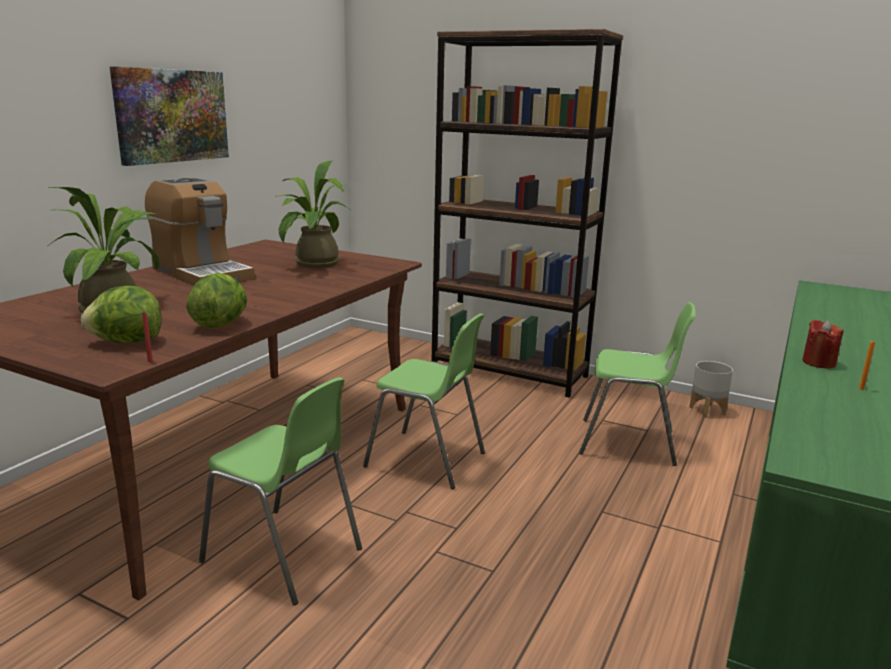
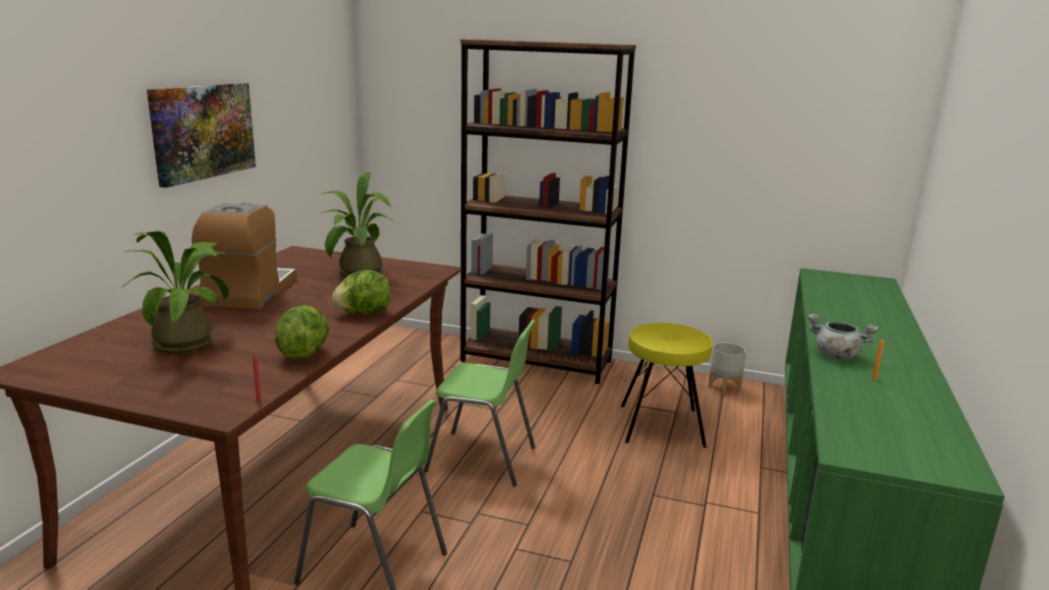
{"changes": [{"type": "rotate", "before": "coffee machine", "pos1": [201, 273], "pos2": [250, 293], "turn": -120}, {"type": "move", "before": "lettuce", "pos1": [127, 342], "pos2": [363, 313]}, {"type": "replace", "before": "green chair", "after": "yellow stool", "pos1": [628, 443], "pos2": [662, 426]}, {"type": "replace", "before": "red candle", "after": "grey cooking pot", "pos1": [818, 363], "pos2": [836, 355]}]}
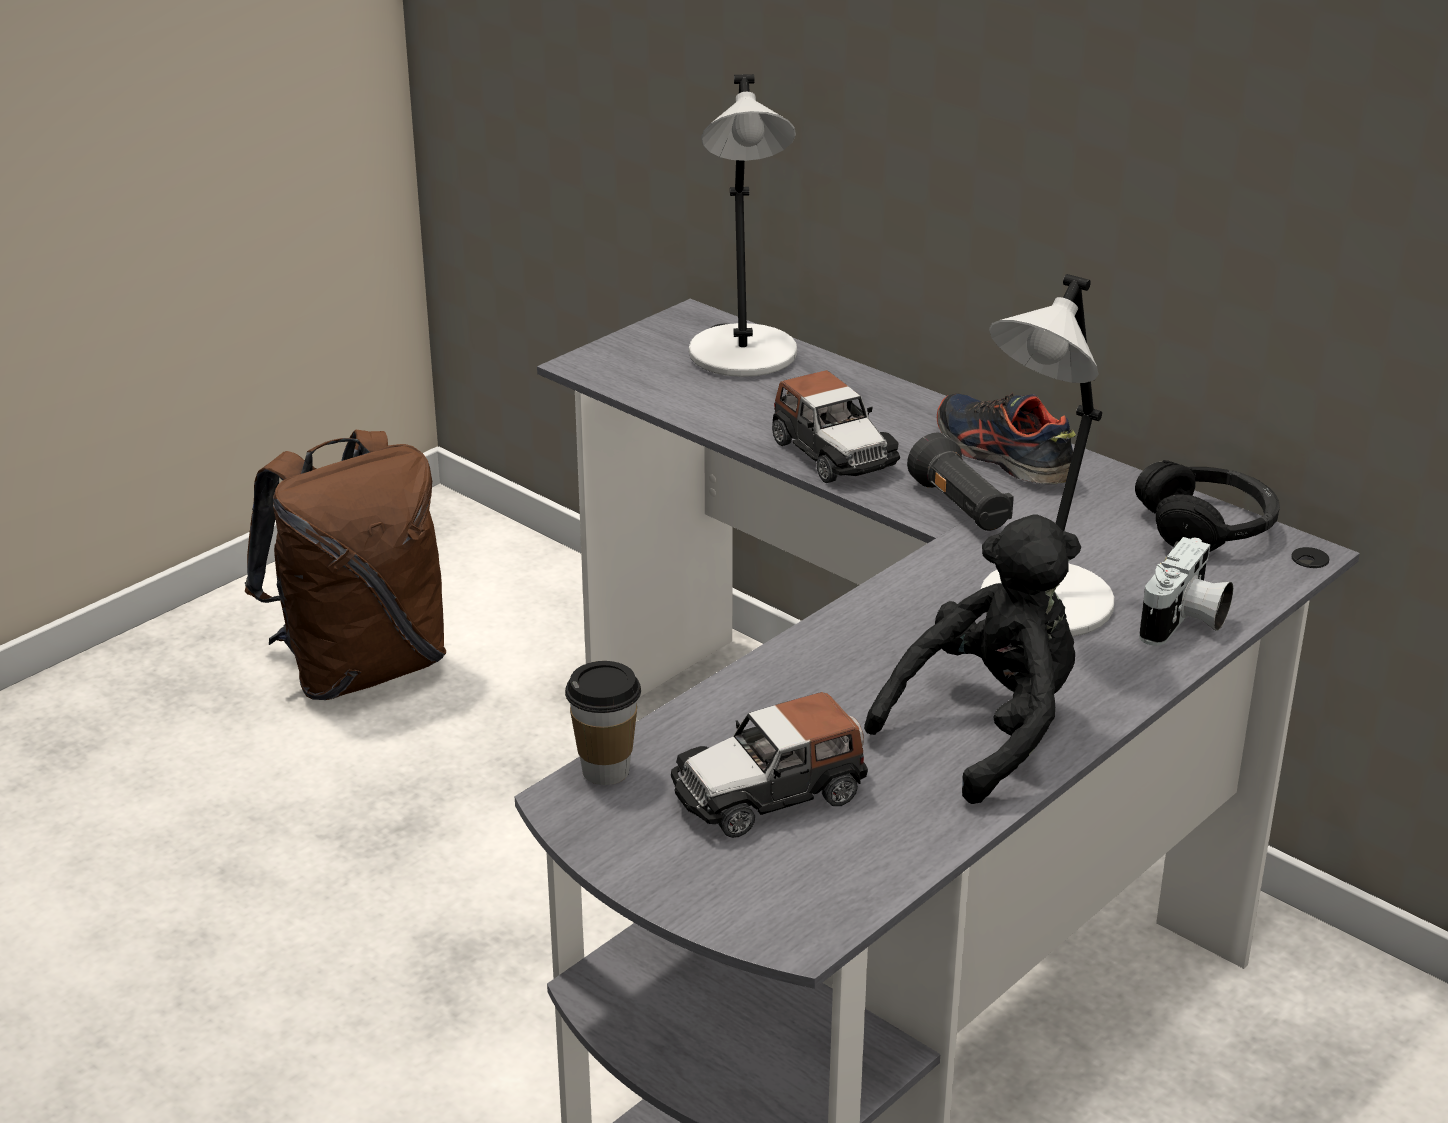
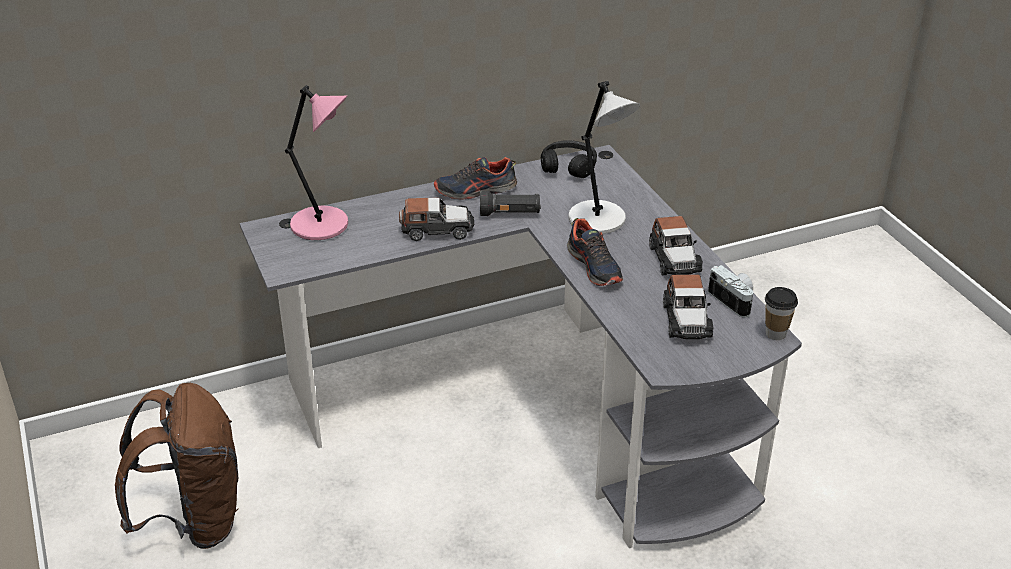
{"changes": [{"type": "recolor", "before": "grey table lamp", "after": "pink table lamp", "pos1": [744, 356], "pos2": [323, 225]}, {"type": "insert", "after": "shoe", "pos2": [595, 266]}, {"type": "replace", "before": "black plush toy", "after": "toy car", "pos1": [988, 729], "pos2": [674, 259]}, {"type": "move", "before": "photo camera", "pos1": [1185, 622], "pos2": [734, 300]}, {"type": "move", "before": "cup", "pos1": [606, 770], "pos2": [775, 333]}]}
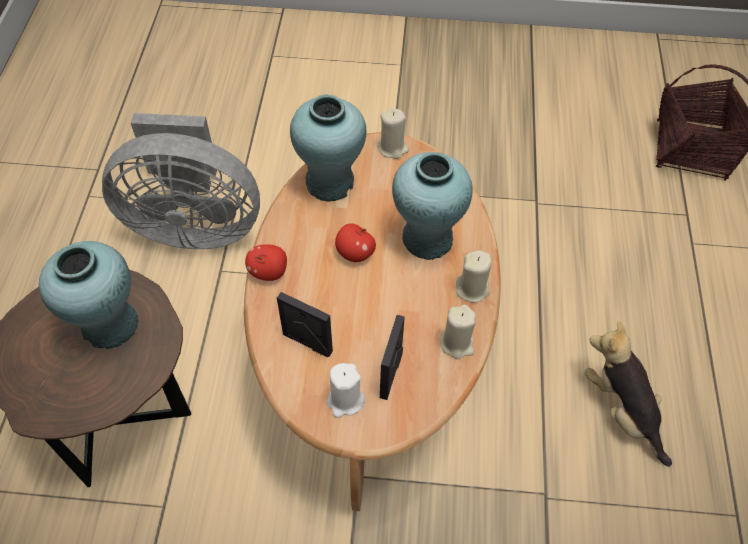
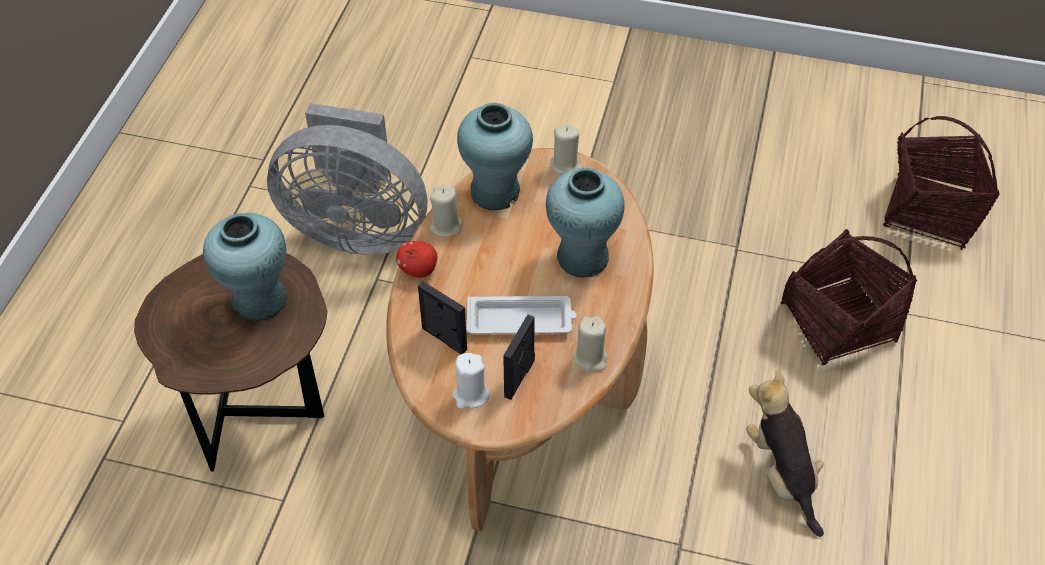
{"changes": [{"type": "move", "before": "beige candle", "pos1": [472, 289], "pos2": [446, 226]}, {"type": "insert", "after": "white tray", "pos2": [521, 320]}, {"type": "insert", "after": "basket", "pos2": [838, 323]}, {"type": "delete", "before": "apple", "pos1": [355, 253]}]}
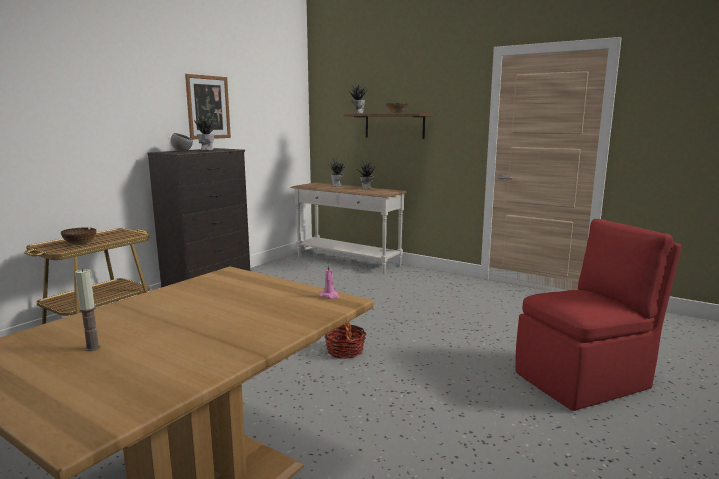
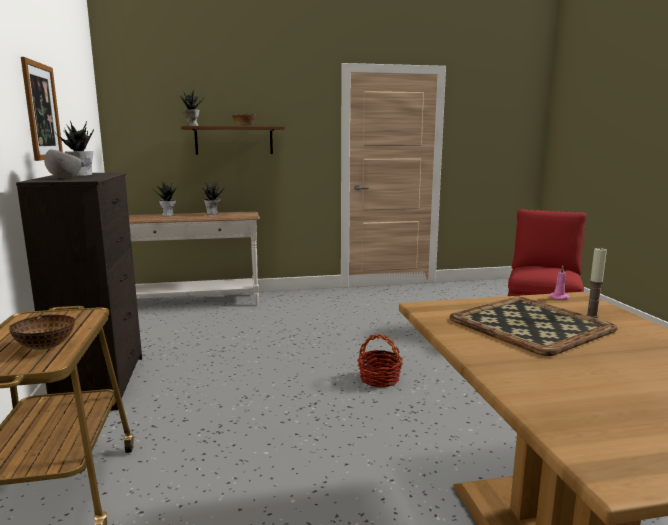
{"changes": [{"type": "insert", "after": "tray", "pos2": [530, 324]}, {"type": "move", "before": "candle", "pos1": [92, 348], "pos2": [592, 315]}]}
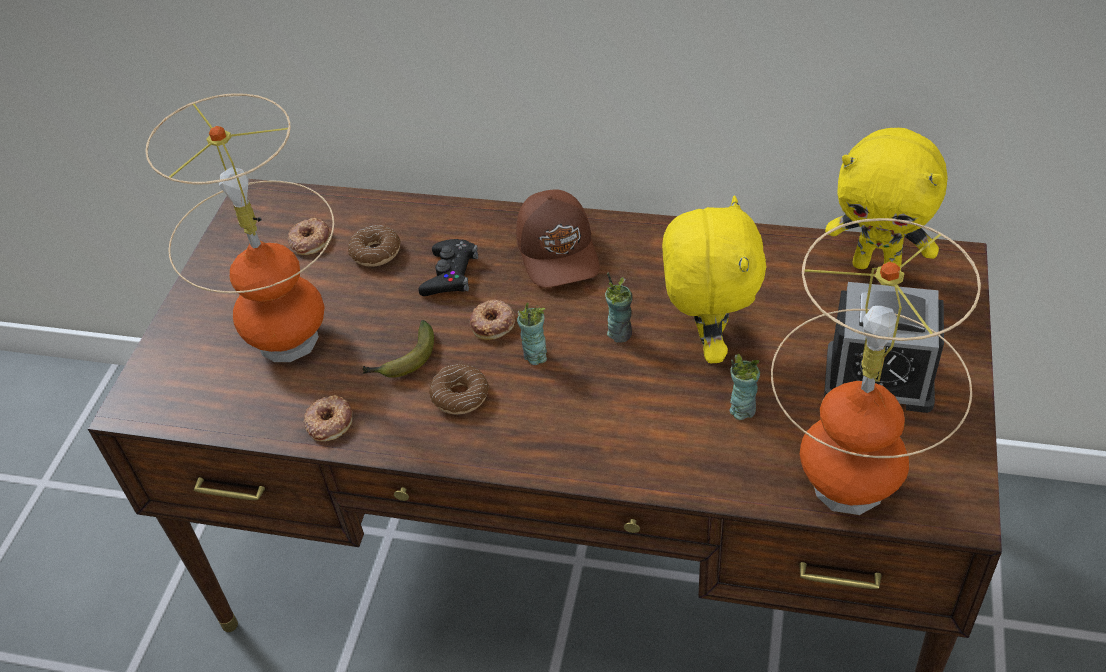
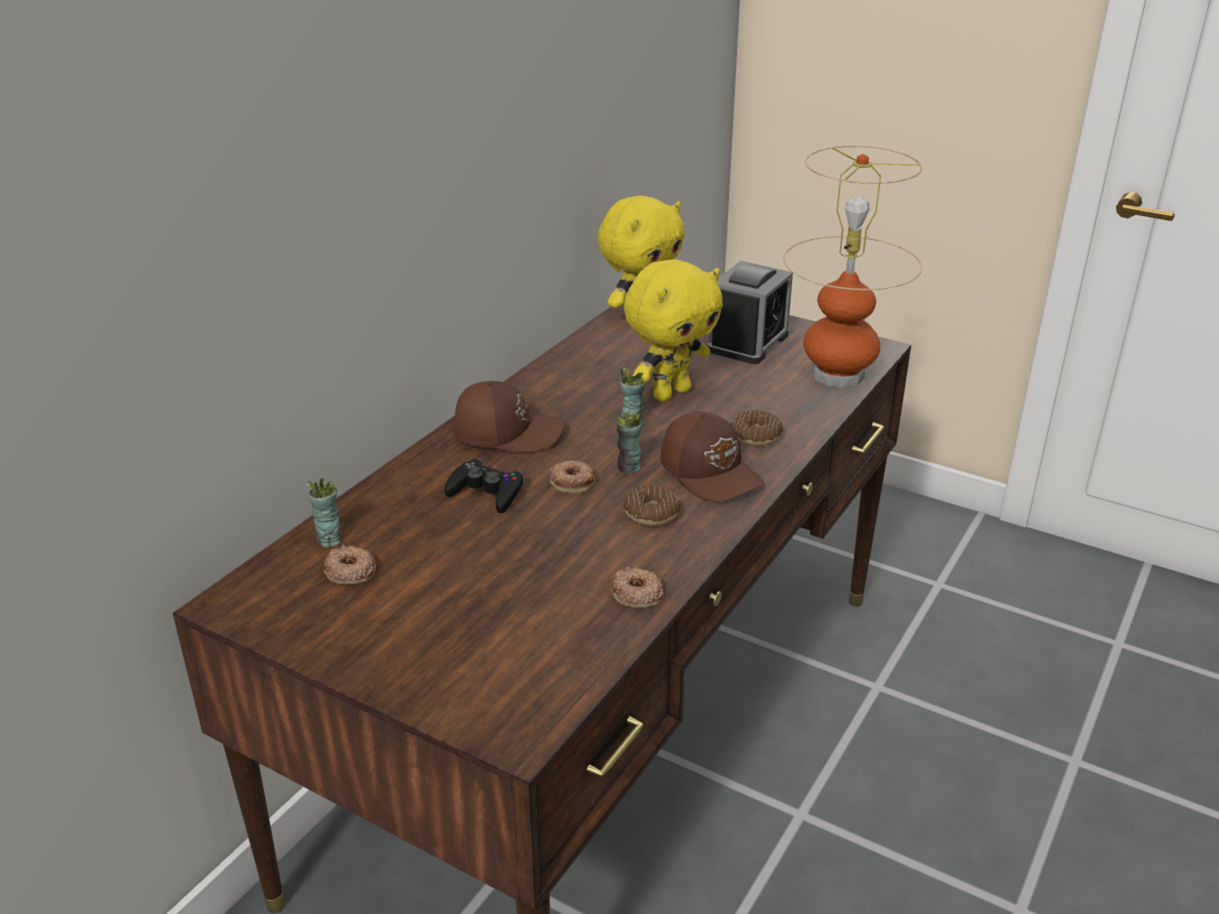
{"changes": [{"type": "move", "before": "cup", "pos1": [742, 409], "pos2": [329, 539]}, {"type": "rotate", "before": "yellow plush toy", "pos1": [707, 343], "pos2": [670, 393], "turn": 120}, {"type": "insert", "after": "brown cap", "pos2": [711, 472]}, {"type": "move", "before": "donut", "pos1": [376, 252], "pos2": [756, 436]}, {"type": "delete", "before": "table lamp", "pos1": [289, 340]}, {"type": "delete", "before": "banana", "pos1": [403, 361]}]}
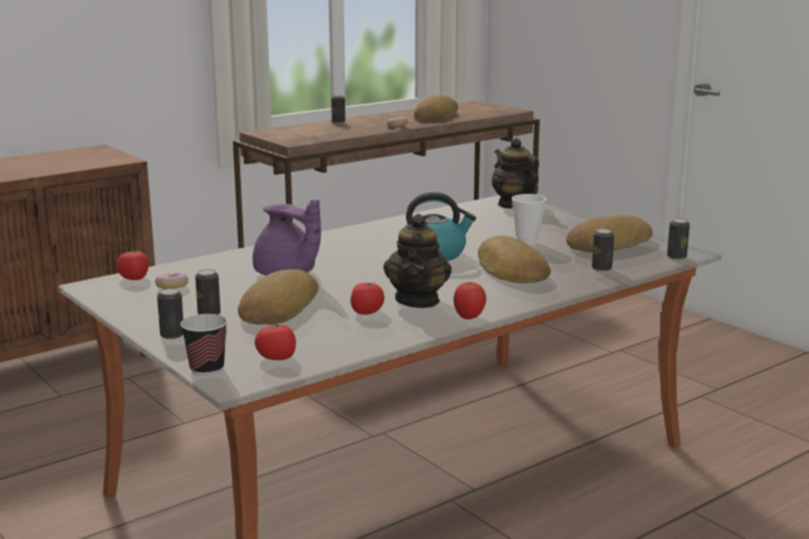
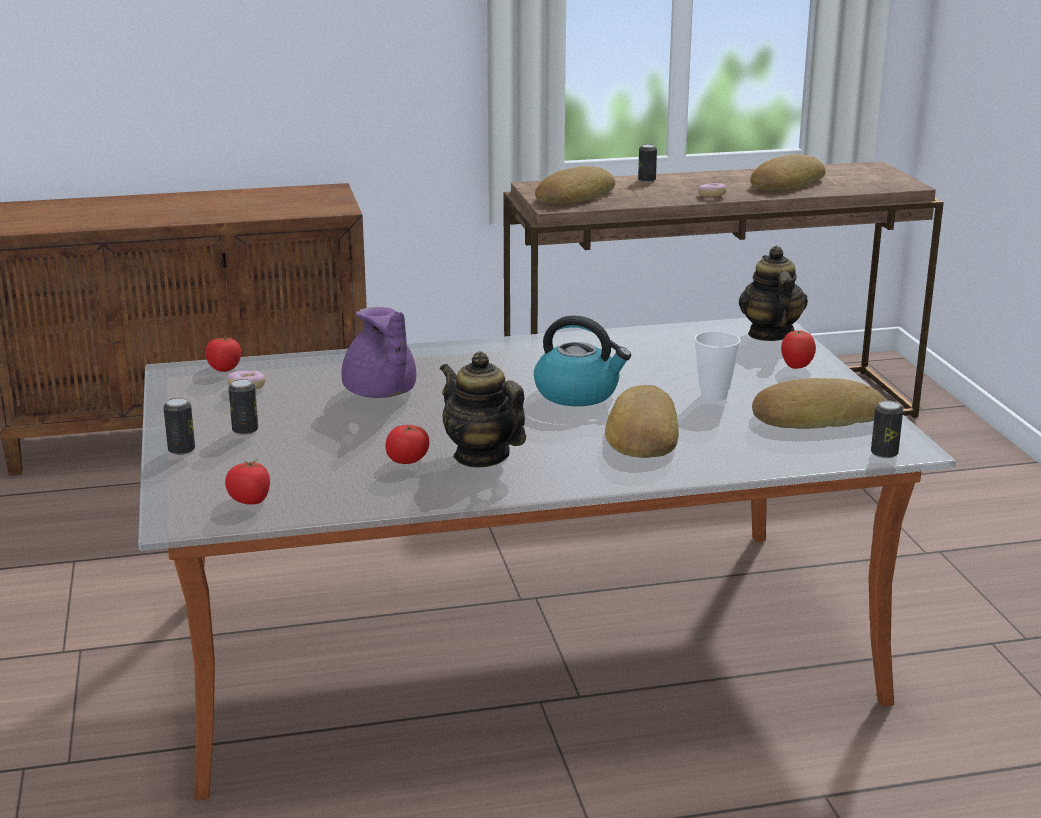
{"changes": [{"type": "rotate", "before": "teapot", "pos1": [418, 300], "pos2": [481, 456], "turn": 105}, {"type": "move", "before": "bread", "pos1": [277, 308], "pos2": [573, 196]}, {"type": "move", "before": "tomato", "pos1": [468, 318], "pos2": [796, 367]}, {"type": "delete", "before": "cup", "pos1": [207, 369]}, {"type": "delete", "before": "can", "pos1": [601, 268]}]}
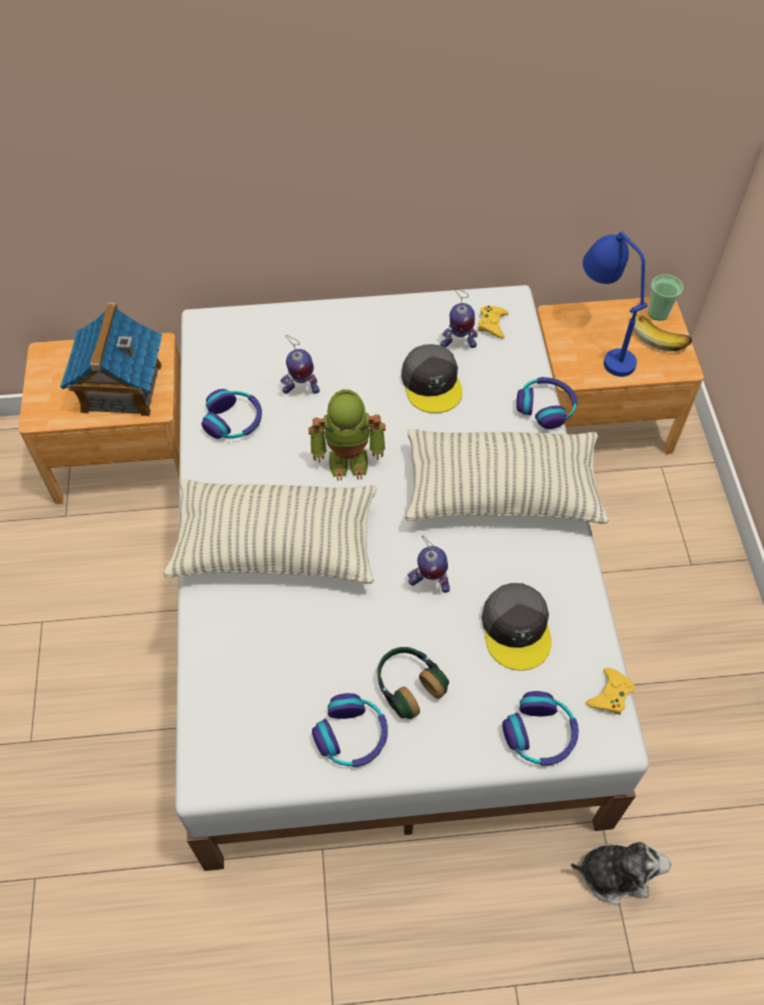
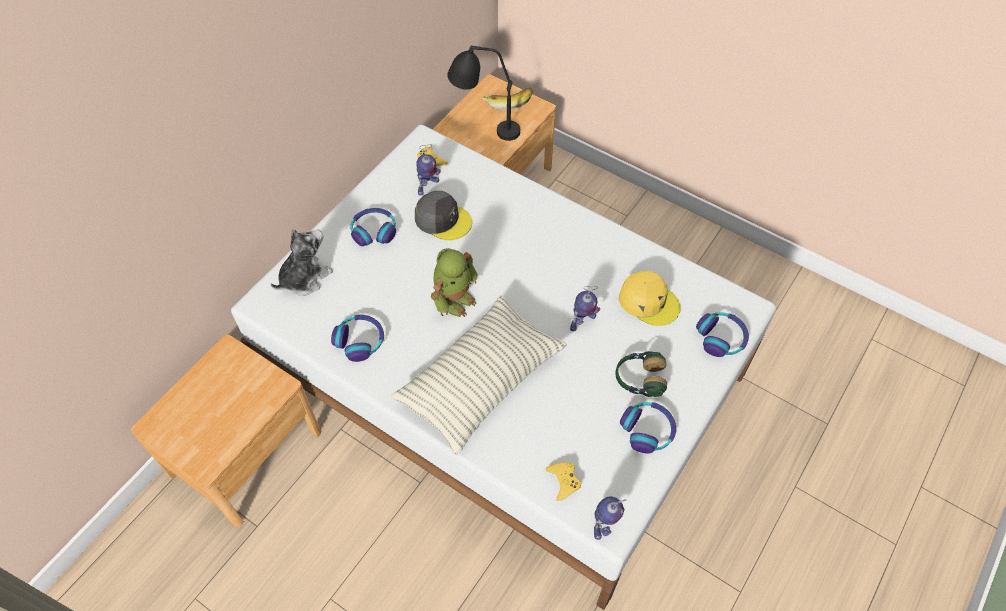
{"changes": [{"type": "move", "before": "plush toy", "pos1": [613, 874], "pos2": [304, 278]}, {"type": "move", "before": "headphones", "pos1": [546, 407], "pos2": [374, 231]}, {"type": "recolor", "before": "blue table lamp", "after": "black table lamp", "pos1": [601, 340], "pos2": [483, 126]}, {"type": "move", "before": "yellow game controller", "pos1": [610, 695], "pos2": [564, 481]}, {"type": "move", "before": "toy robot", "pos1": [300, 389], "pos2": [604, 524]}, {"type": "recolor", "before": "grey cap", "after": "yellow cap", "pos1": [516, 629], "pos2": [648, 301]}, {"type": "delete", "before": "toy house", "pos1": [121, 388]}, {"type": "delete", "before": "pillow", "pos1": [501, 491]}, {"type": "delete", "before": "cup", "pos1": [658, 313]}]}
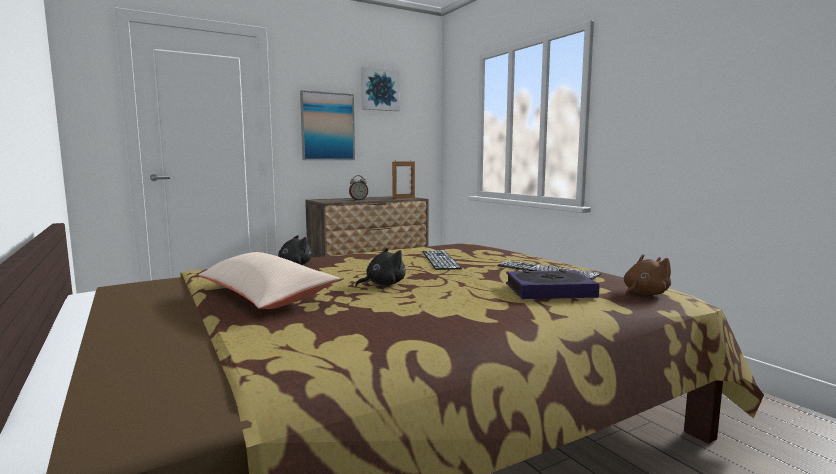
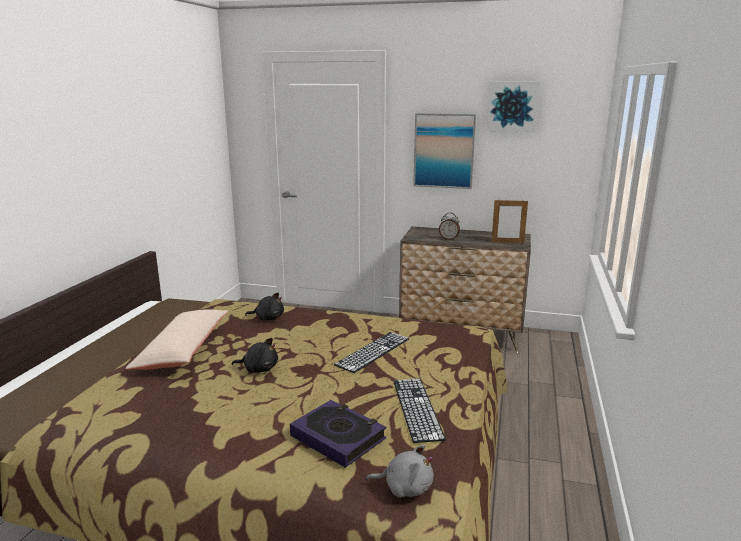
{"changes": [{"type": "recolor", "before": "brown plush toy", "after": "grey plush toy", "pos1": [644, 294], "pos2": [405, 487]}]}
